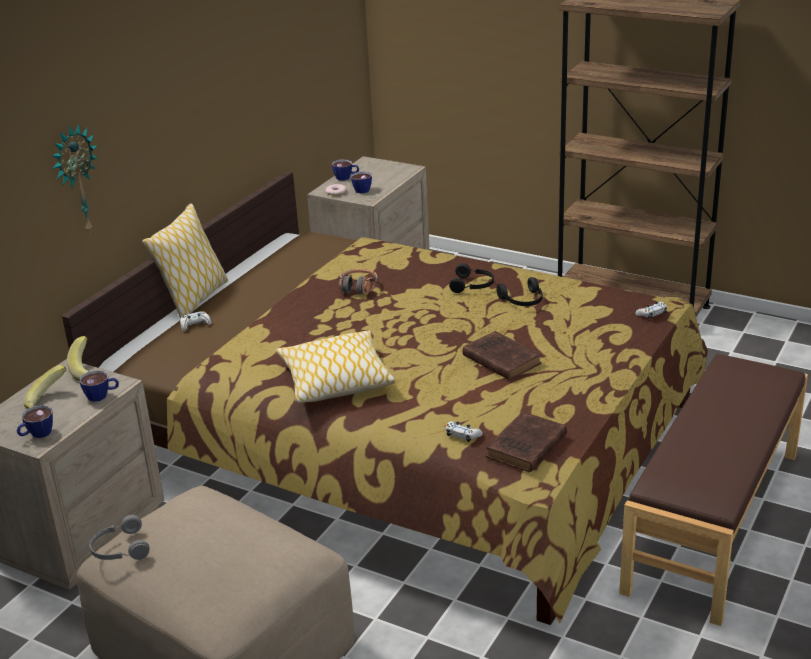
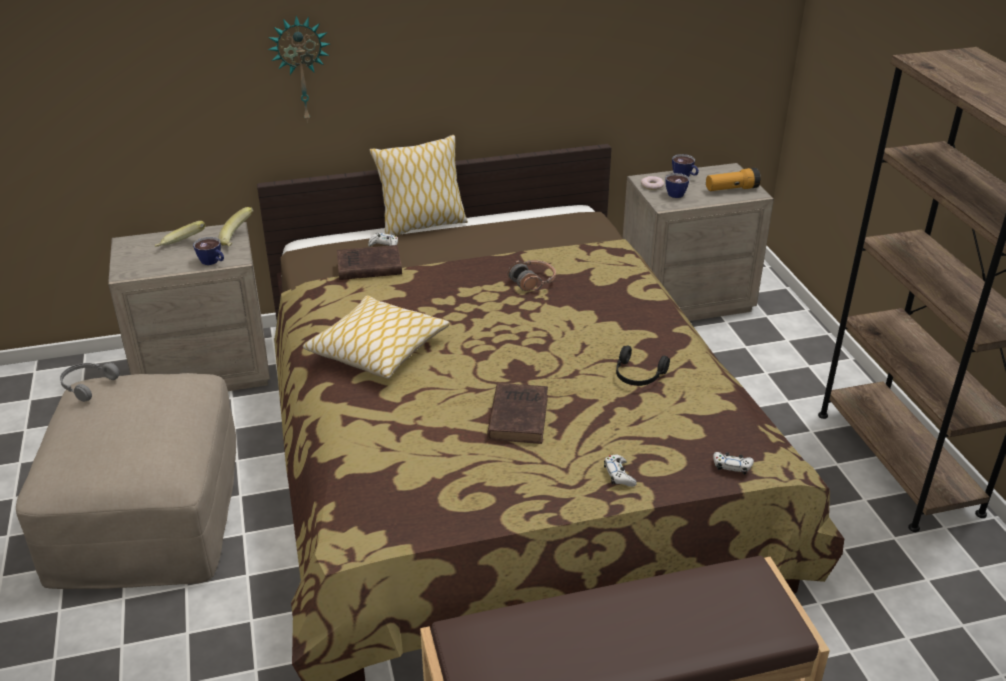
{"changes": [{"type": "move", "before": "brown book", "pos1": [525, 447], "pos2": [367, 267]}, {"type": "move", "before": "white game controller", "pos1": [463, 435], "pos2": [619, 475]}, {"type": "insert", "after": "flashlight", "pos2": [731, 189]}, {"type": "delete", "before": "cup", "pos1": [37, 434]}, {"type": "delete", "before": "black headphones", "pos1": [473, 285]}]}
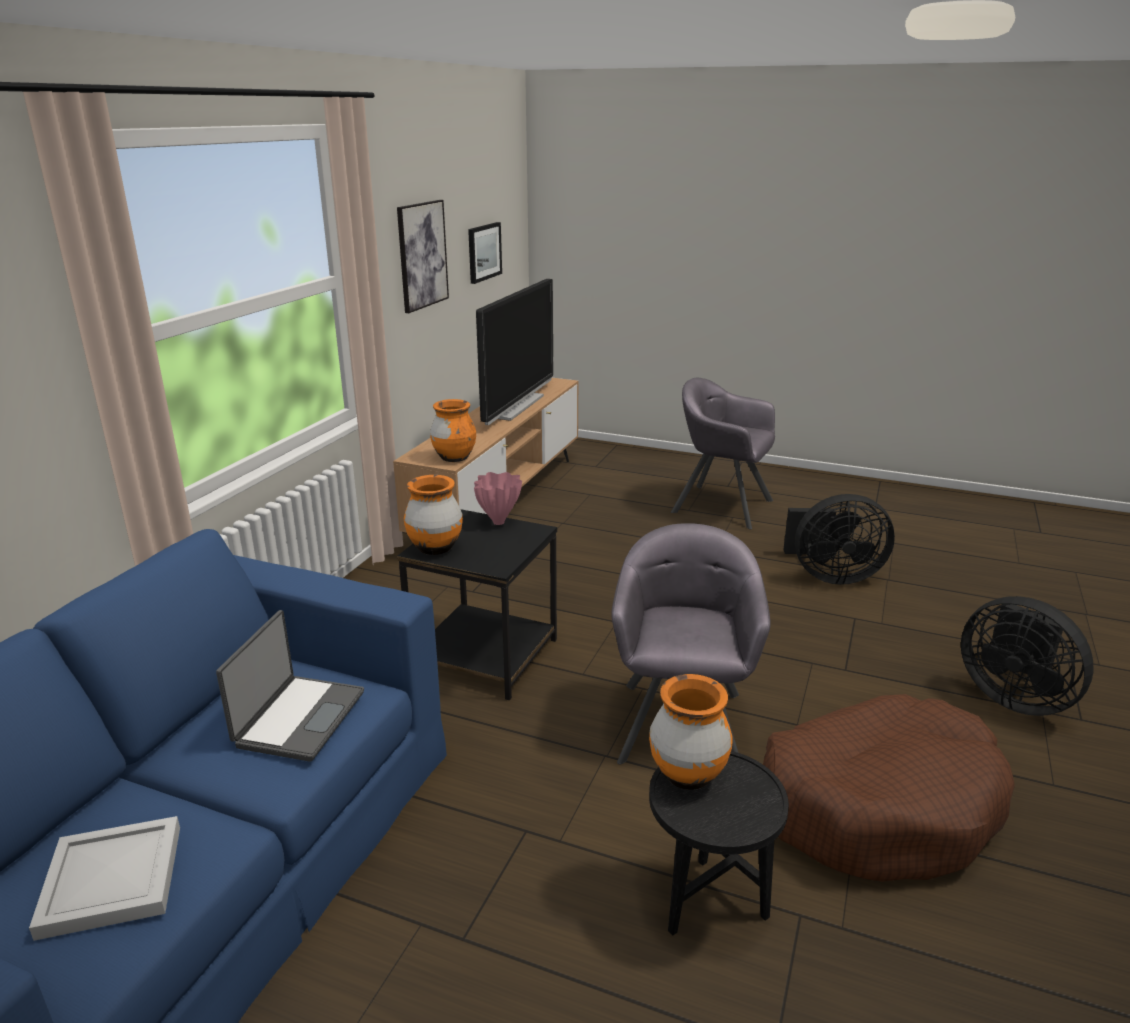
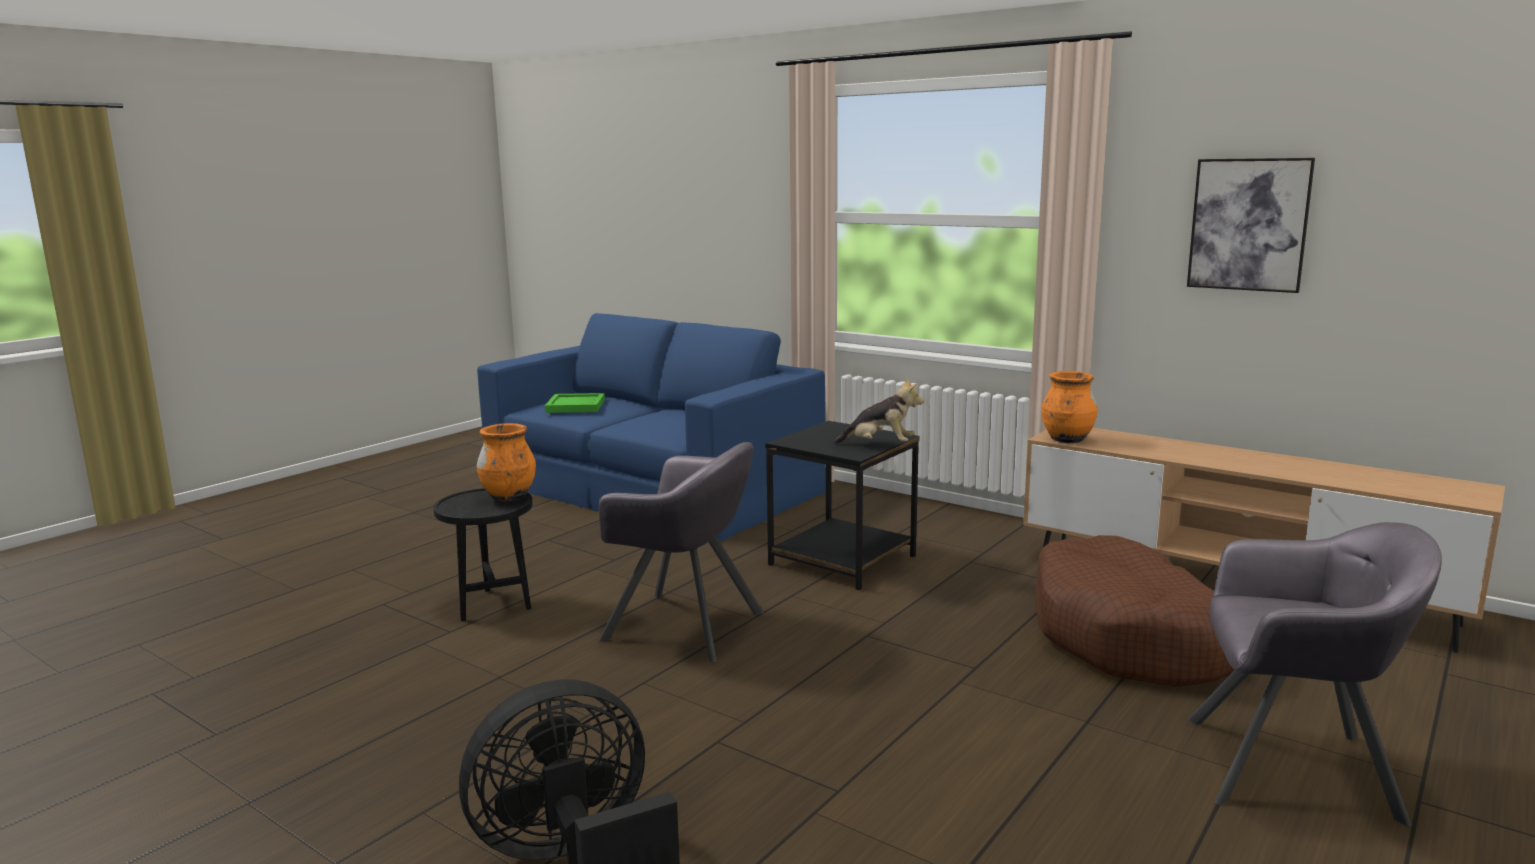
{"changes": [{"type": "recolor", "before": "white tray", "after": "green tray", "pos1": [114, 878], "pos2": [576, 406]}, {"type": "replace", "before": "pink vase", "after": "plush toy", "pos1": [499, 522], "pos2": [880, 445]}, {"type": "move", "before": "brown dog bed", "pos1": [877, 805], "pos2": [1133, 638]}, {"type": "rotate", "before": "grey armchair", "pos1": [721, 505], "pos2": [1292, 768], "turn": 60}, {"type": "delete", "before": "laptop", "pos1": [298, 718]}, {"type": "delete", "before": "orange vase", "pos1": [435, 548]}, {"type": "delete", "before": "picture", "pos1": [484, 252]}, {"type": "delete", "before": "television", "pos1": [515, 406]}, {"type": "delete", "before": "black fan", "pos1": [831, 575]}]}
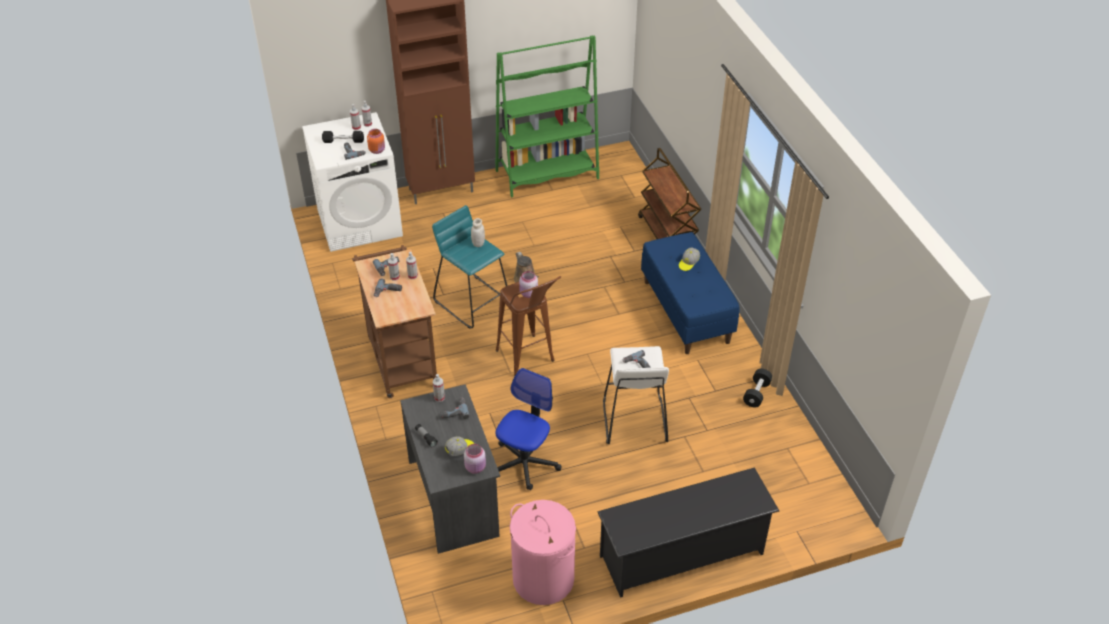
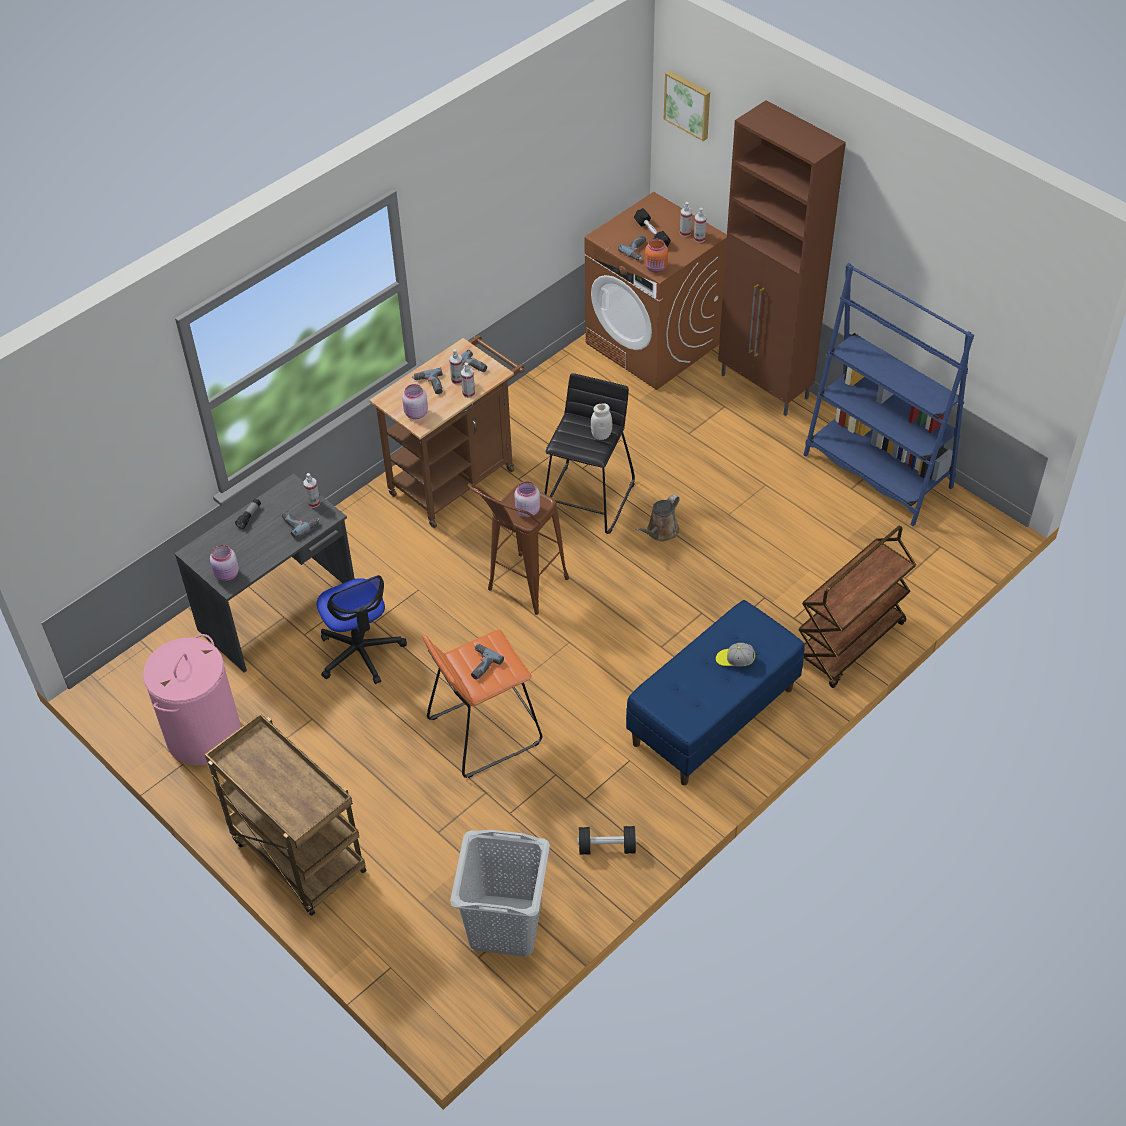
{"changes": [{"type": "replace", "before": "black shoe rack", "after": "brown cart", "pos1": [682, 555], "pos2": [296, 855]}, {"type": "rotate", "before": "office chair", "pos1": [525, 462], "pos2": [360, 652], "turn": 60}, {"type": "insert", "after": "pink jar", "pos2": [415, 414]}, {"type": "recolor", "before": "white stool", "after": "orange stool", "pos1": [634, 420], "pos2": [484, 730]}, {"type": "insert", "after": "grey laundry basket", "pos2": [506, 925]}, {"type": "recolor", "before": "turquoise stool", "after": "black stool", "pos1": [473, 301], "pos2": [588, 499]}, {"type": "recolor", "before": "white washing machine", "after": "brown washing machine", "pos1": [360, 222], "pos2": [653, 344]}, {"type": "insert", "after": "picture", "pos2": [688, 104]}, {"type": "recolor", "before": "green bookcase", "after": "blue bookcase", "pos1": [547, 175], "pos2": [877, 471]}, {"type": "delete", "before": "cap", "pos1": [460, 449]}]}
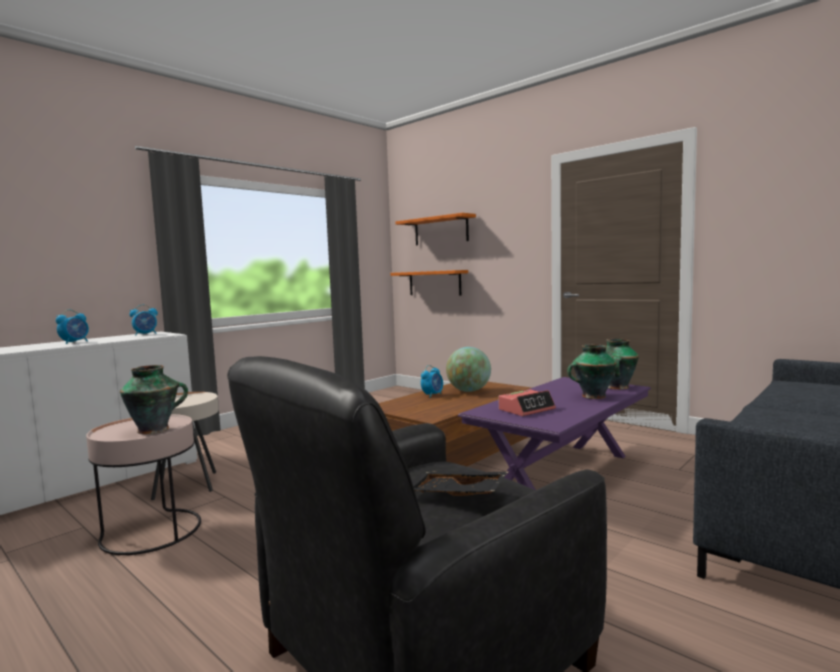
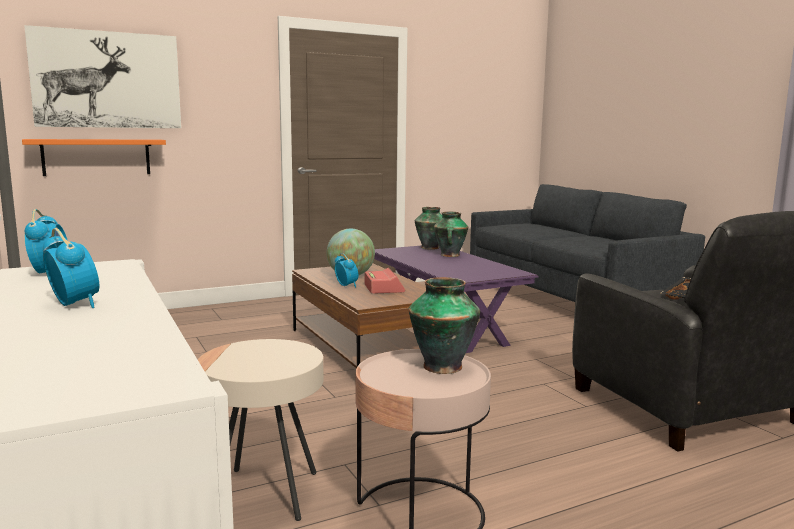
{"changes": [{"type": "replace", "before": "orange shelf", "after": "picture", "pos1": [441, 230], "pos2": [107, 80]}, {"type": "move", "before": "alarm clock", "pos1": [526, 409], "pos2": [383, 288]}]}
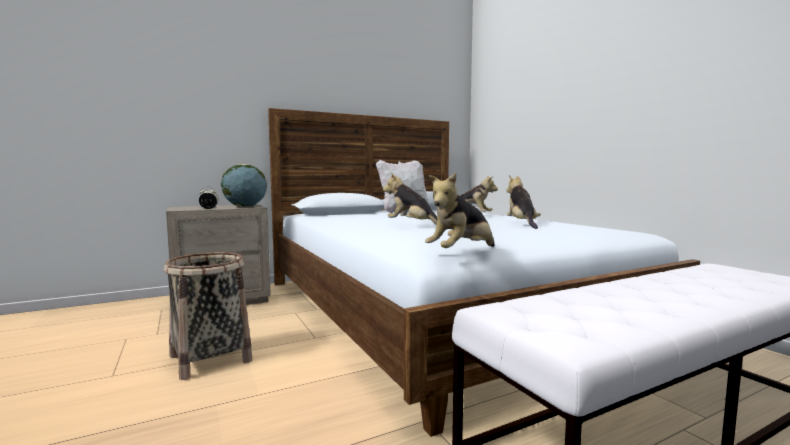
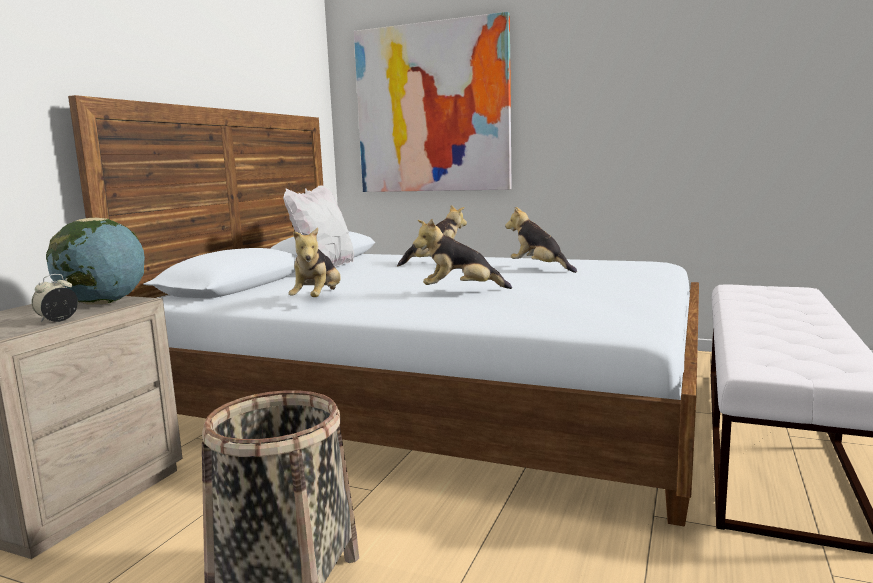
{"changes": [{"type": "move", "before": "plush toy", "pos1": [461, 253], "pos2": [318, 299]}, {"type": "insert", "after": "picture", "pos2": [432, 108]}]}
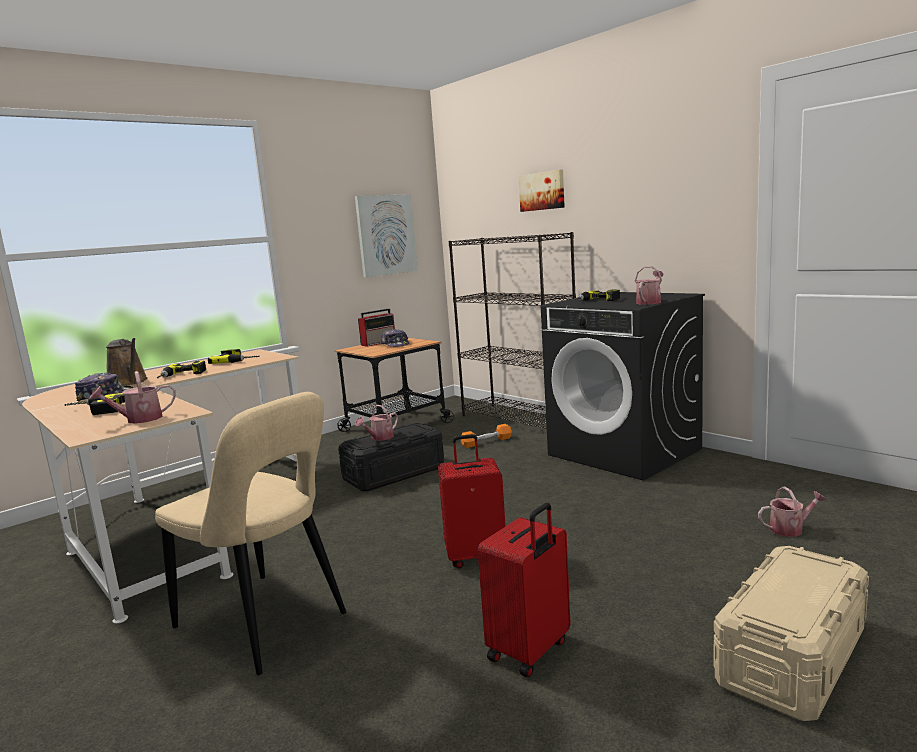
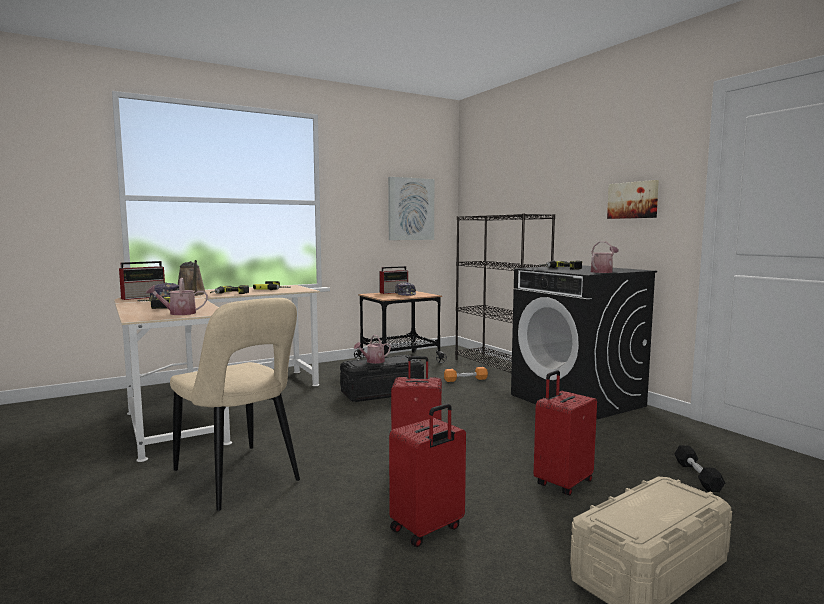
{"changes": [{"type": "insert", "after": "radio", "pos2": [144, 297]}, {"type": "insert", "after": "red suitcase", "pos2": [562, 483]}, {"type": "move", "before": "picture", "pos1": [542, 191], "pos2": [633, 200]}, {"type": "replace", "before": "watering can", "after": "black dumbbell", "pos1": [790, 529], "pos2": [697, 476]}]}
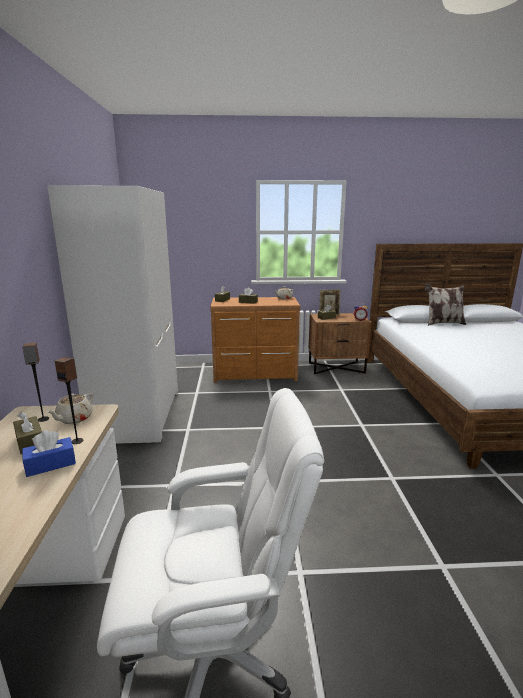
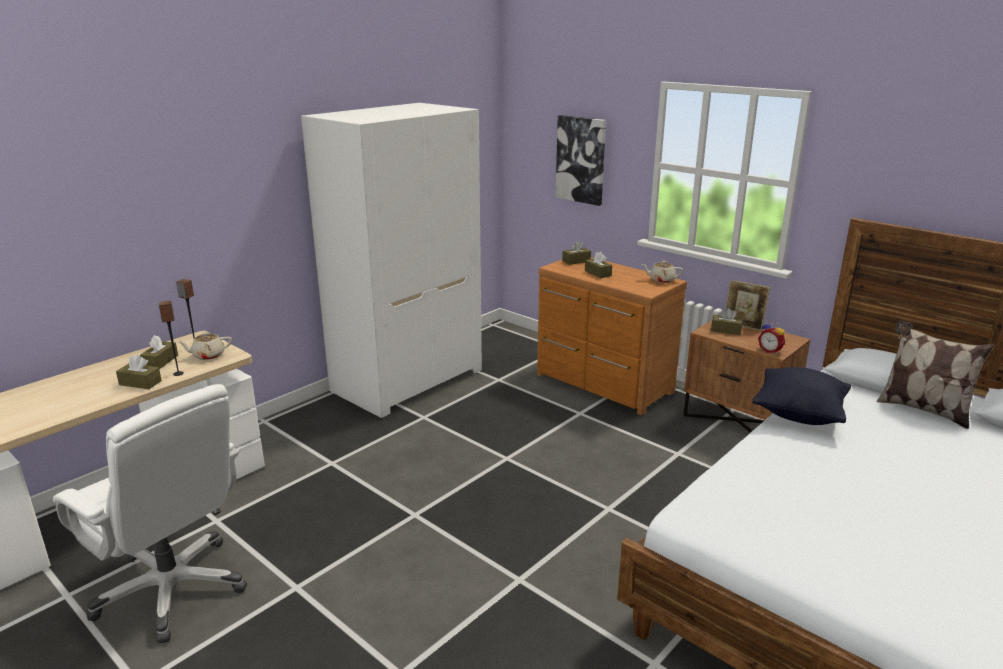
{"changes": [{"type": "recolor", "before": "blue tissue box", "after": "brown tissue box", "pos1": [50, 464], "pos2": [140, 383]}, {"type": "insert", "after": "picture", "pos2": [581, 159]}, {"type": "insert", "after": "black pillow", "pos2": [799, 414]}]}
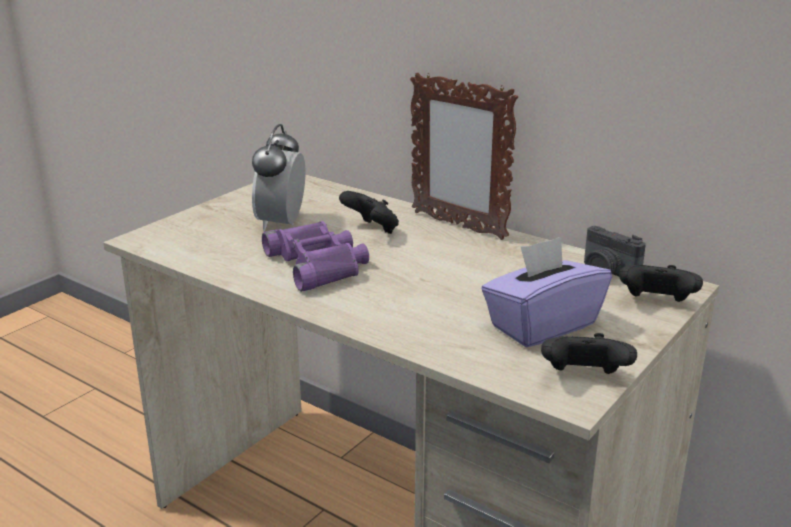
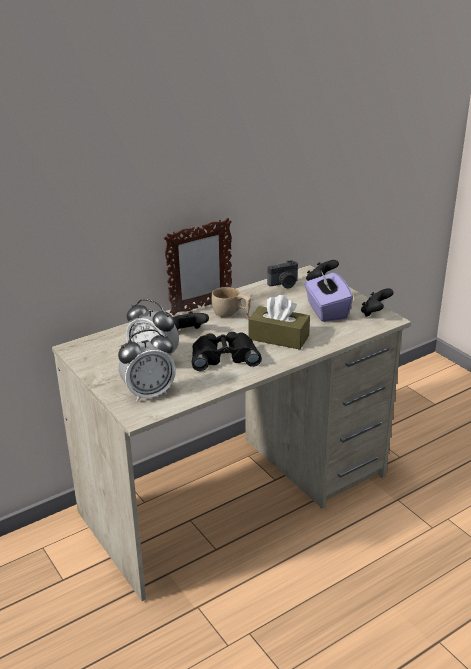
{"changes": [{"type": "insert", "after": "alarm clock", "pos2": [149, 393]}, {"type": "recolor", "before": "purple binoculars", "after": "black binoculars", "pos1": [318, 265], "pos2": [224, 356]}, {"type": "insert", "after": "beige cup", "pos2": [231, 315]}, {"type": "insert", "after": "brown tissue box", "pos2": [278, 337]}]}
